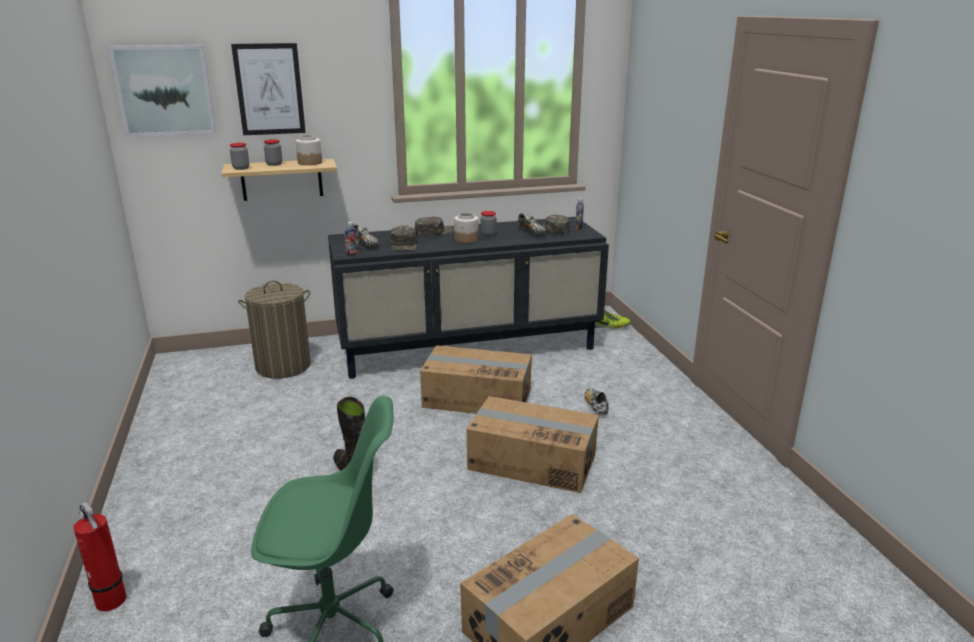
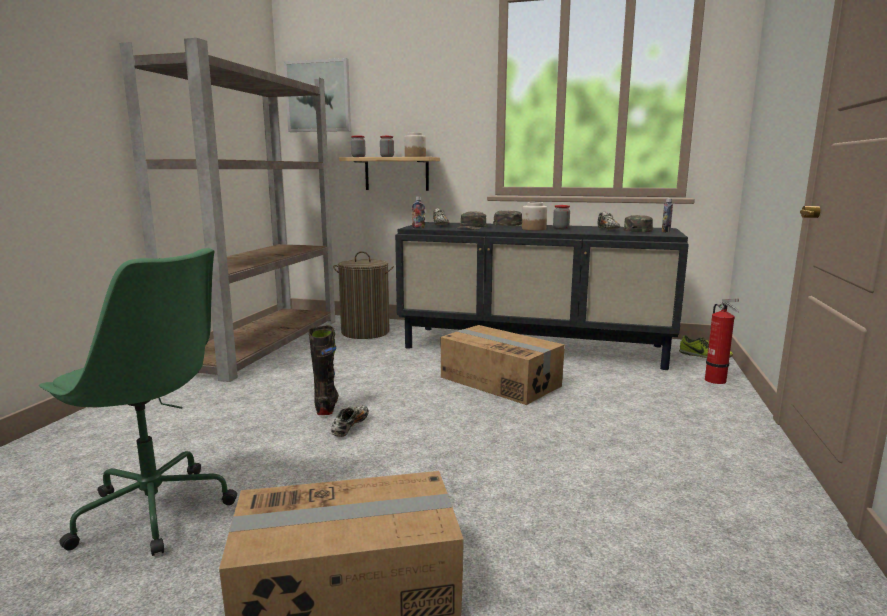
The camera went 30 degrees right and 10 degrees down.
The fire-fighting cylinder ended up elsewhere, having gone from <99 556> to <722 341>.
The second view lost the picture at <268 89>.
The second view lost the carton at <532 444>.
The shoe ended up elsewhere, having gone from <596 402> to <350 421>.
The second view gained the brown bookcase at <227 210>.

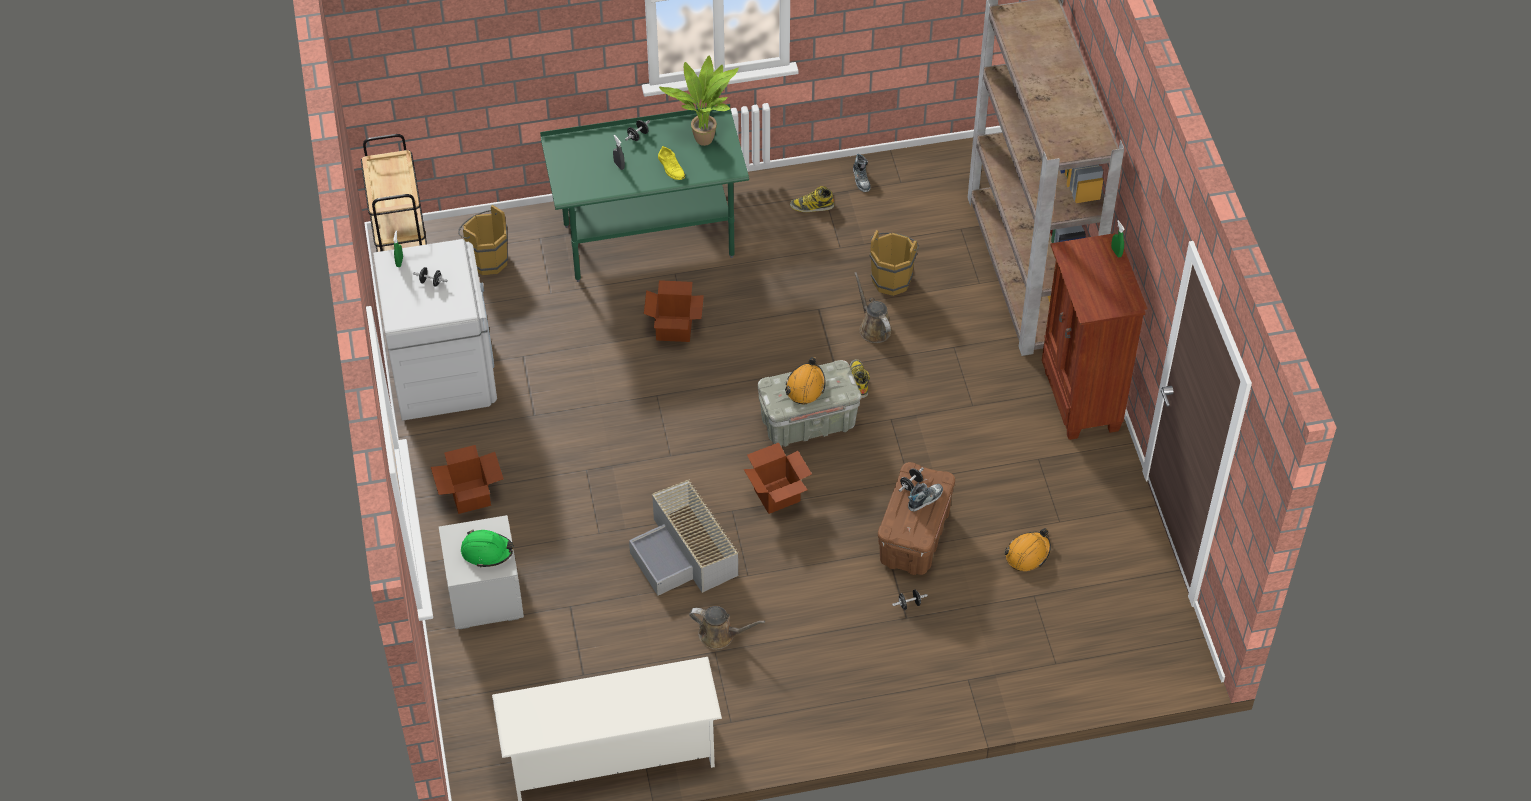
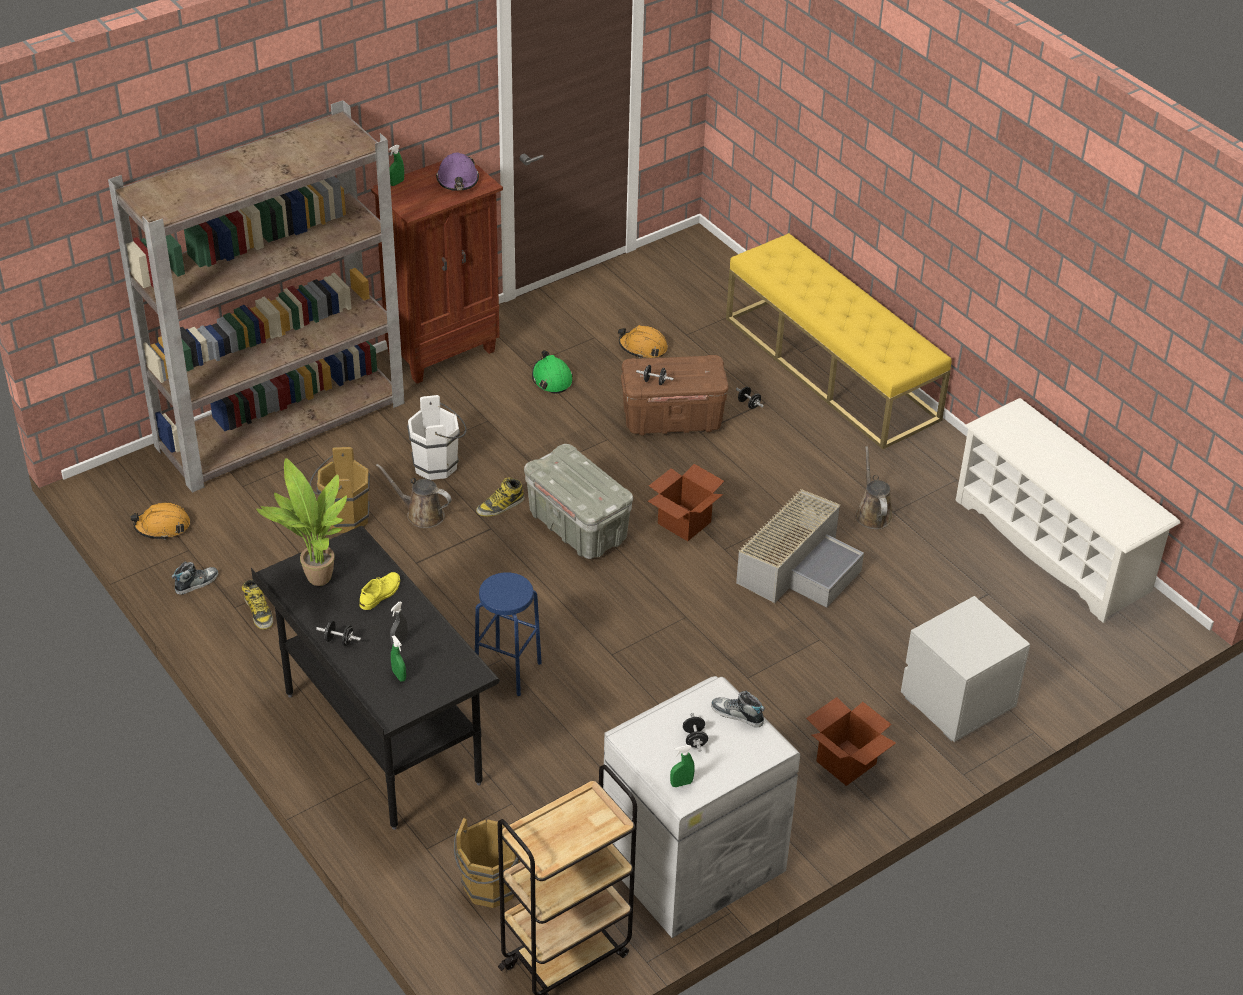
The camera went 115 degrees left and 10 degrees down.
The greenish safety helmet ended up elsewhere, having gone from <487 548> to <552 372>.
What was the greenish desk table at <644 193> turned into the blackish desk table at <375 678>.
Where the carton stood at <674 311>, the blue-coloured sitting stool came to stand at <508 634>.
The orange safety helmet ended up elsewhere, having gone from <805 380> to <160 521>.
The brown watering pot at <872 307> ended up facing another way, 75 degrees clockwise from before.
The shoe ended up elsewhere, having gone from <925 497> to <738 709>.
The second view gained the greenish spray bottle at <398 658>.
The second view gained the white water bucket at <437 437>.
The second view gained the purple safety helmet at <457 172>.
The second view gained the yellowish bench at <839 341>.

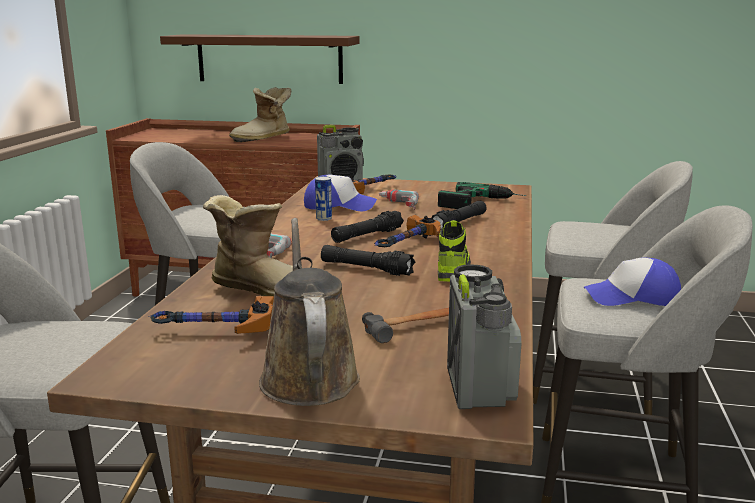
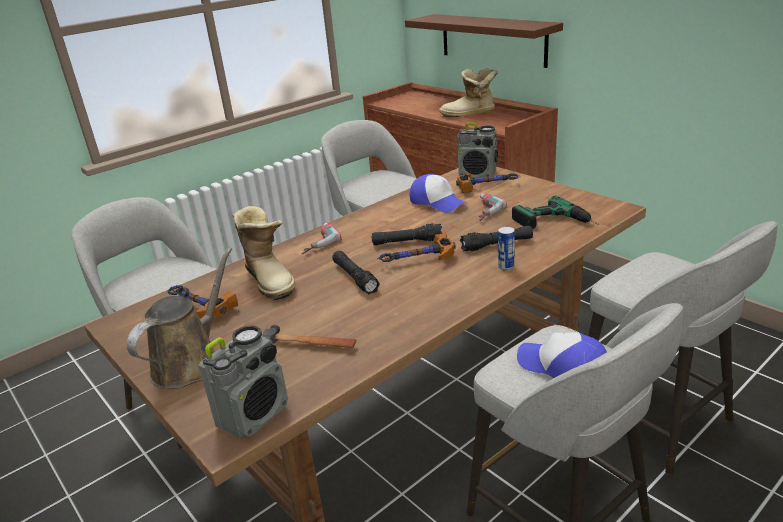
The camera went 40 degrees right and 10 degrees up.
The metal can ended up elsewhere, having gone from <323 198> to <506 248>.
The second view lost the shoe at <454 251>.

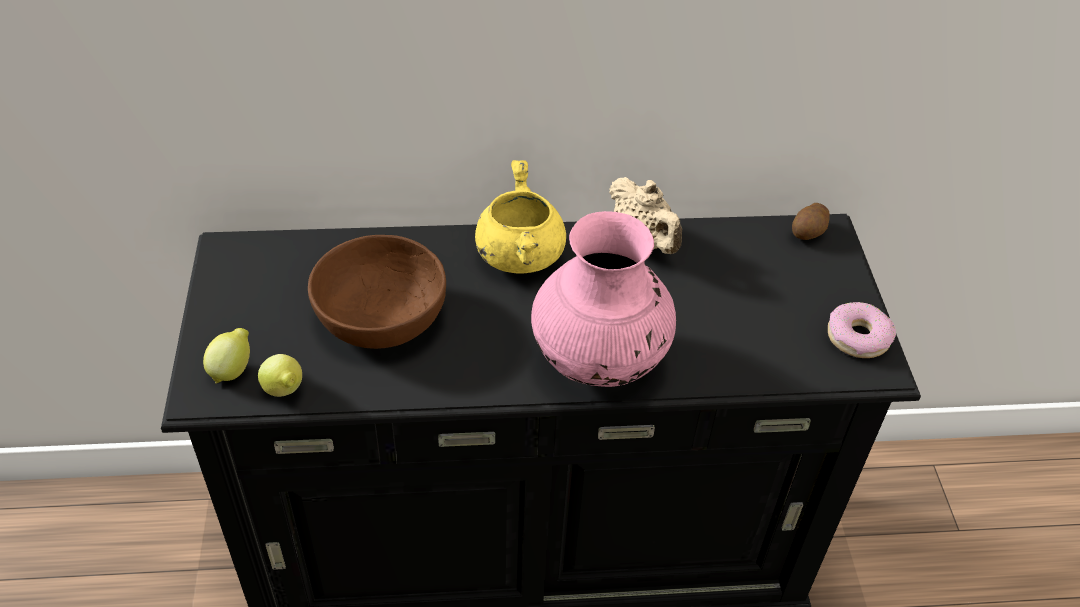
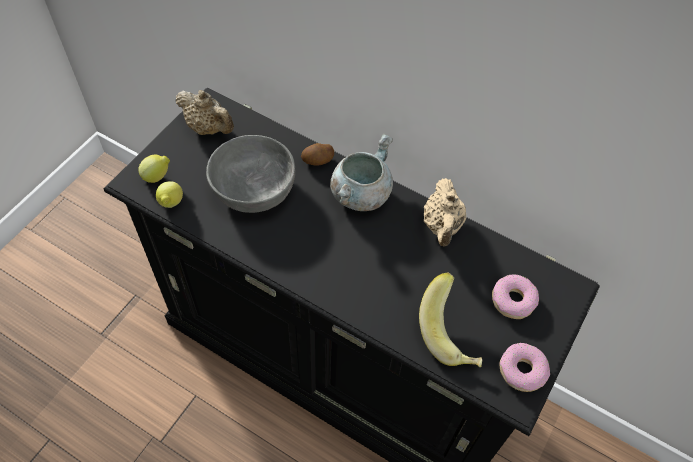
The camera went 35 degrees right and 10 degrees up.
What was the brown deep dish at <377 292> turned into the grey deep dish at <250 174>.
What was the yellowish stockpot at <520 216> turned into the grey stockpot at <361 172>.
The second view lost the pink-coloured decorative vase at <603 299>.
The potato ended up elsewhere, having gone from <811 221> to <317 154>.
The second view gained the beige-coloured pot for tea at <204 112>.
The second view gained the banana at <450 319>.
The second view gained the doughnut at <515 296>.

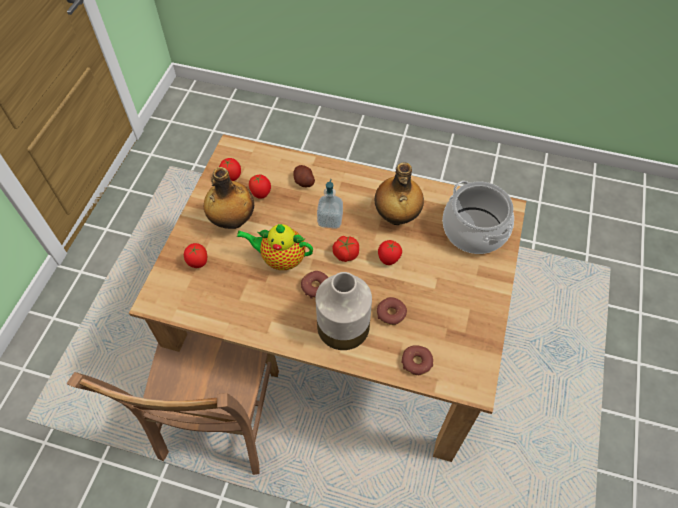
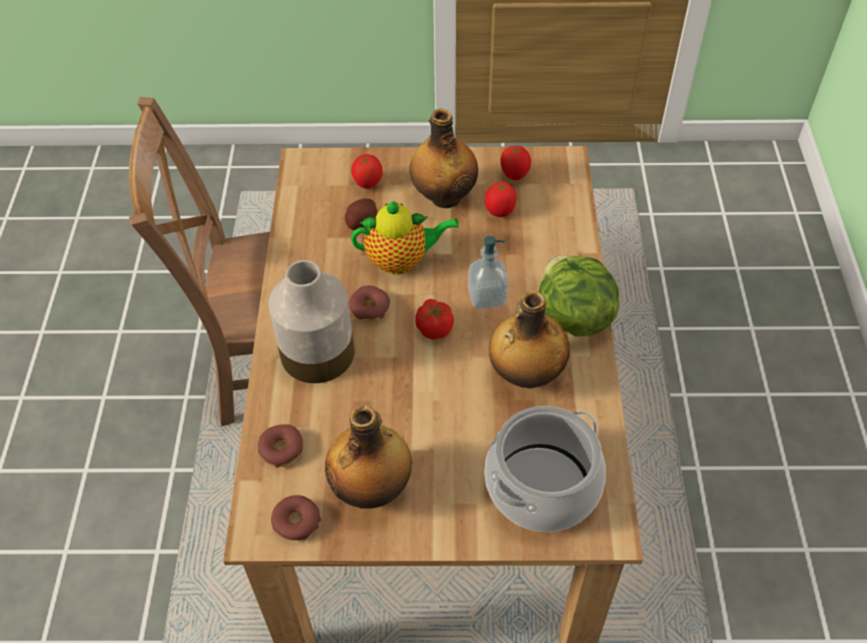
The camera went 75 degrees right and 5 degrees down.
The pot for tea at <275 247> ended up facing another way, 90 degrees clockwise from before.
The potato ended up elsewhere, having gone from <304 176> to <361 214>.
The doughnut ended up elsewhere, having gone from <392 311> to <296 518>.
The second view lost the whole tomato at <390 252>.
The second view gained the bottle at <368 457>.
The second view gained the lettuce head at <579 295>.

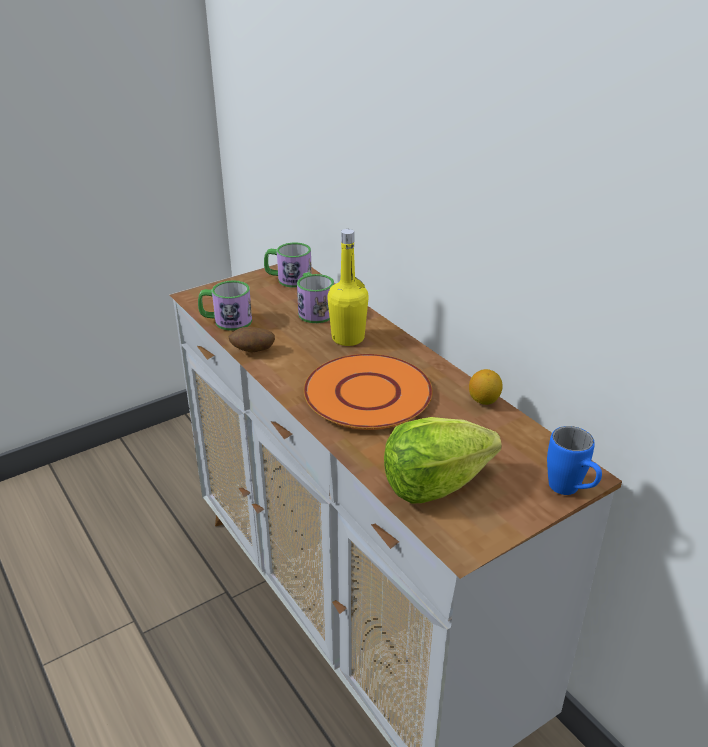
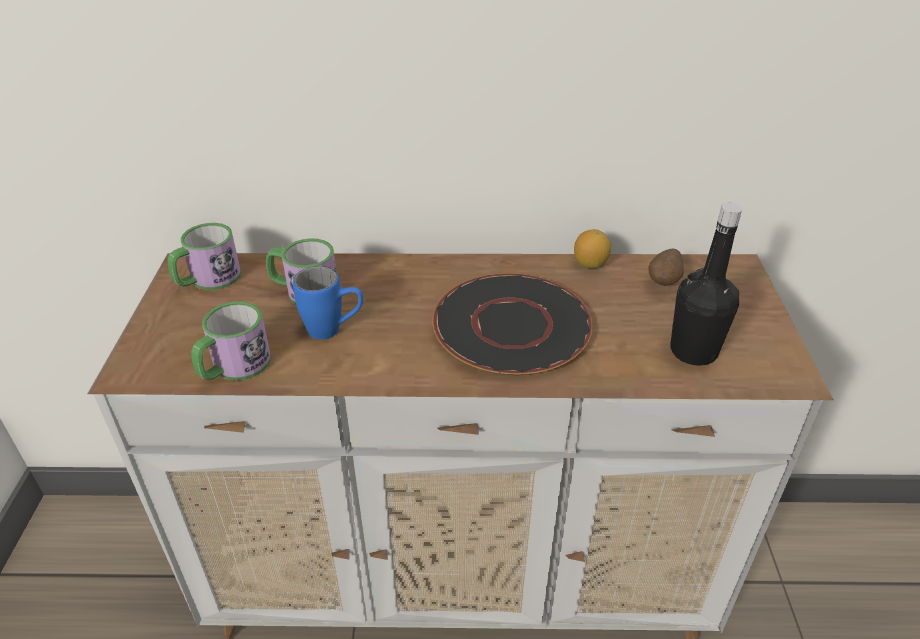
The camera went 55 degrees left and 5 degrees up.
The potato ended up elsewhere, having gone from <252 339> to <666 267>.
What was the orange plate at <368 392> turned into the blackish plate at <512 324>.
The second view lost the yellowish bottle at <348 287>.
Where the lettuce head stood at <443 460>, the blackish bottle came to stand at <706 284>.
The blue-coloured mug ended up elsewhere, having gone from <574 460> to <328 303>.

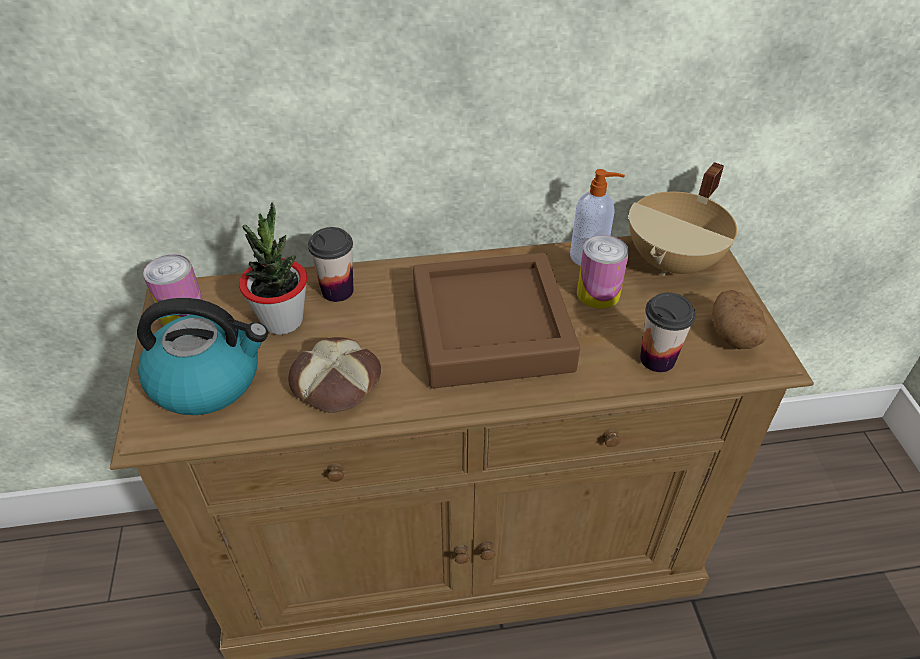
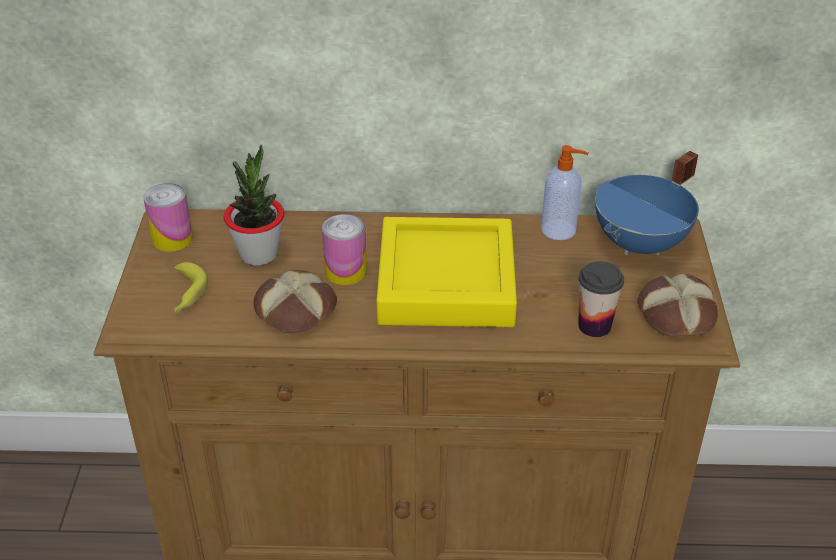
The camera went 10 degrees right and 5 degrees down.
Where the kettle stood at <202 356>, the banana came to stand at <191 287>.
The second view lost the cup at <331 264>.
What was the brown carrying tray at <496 320> turned into the yellowish carrying tray at <446 272>.
The metal can ended up elsewhere, having gone from <603 272> to <344 249>.
What was the beige-coloured stockpot at <683 219> turned into the blue-coloured stockpot at <647 203>.
Where the potato stood at <740 319>, the bakery bread came to stand at <677 305>.

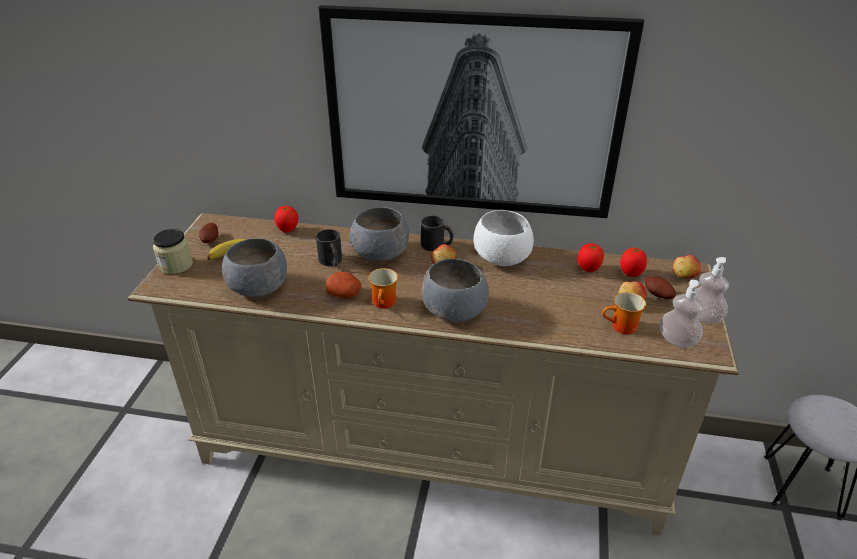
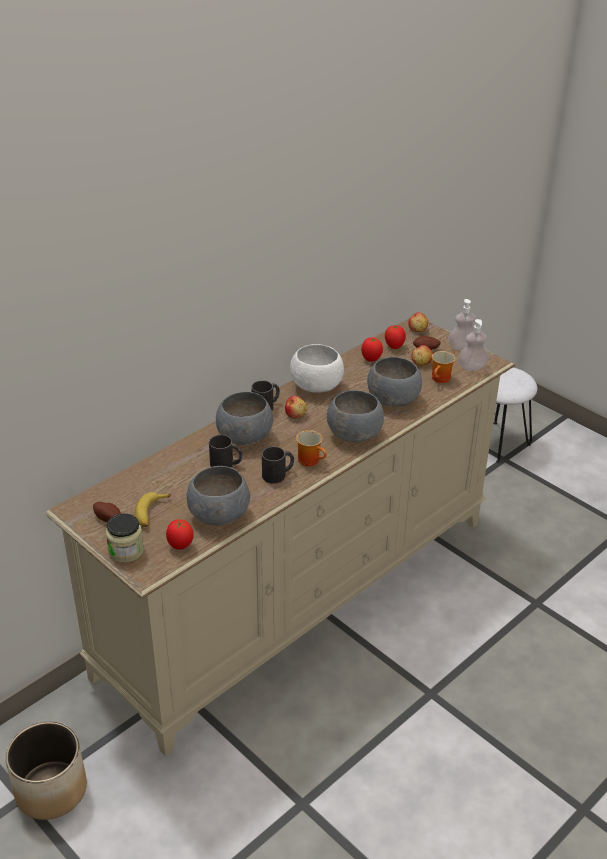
The camera went 55 degrees left and 0 degrees up.
The whole tomato ended up elsewhere, having gone from <286 219> to <180 534>.
The second view lost the picture at <481 111>.
Where the potato stood at <344 285>, the blackish mug came to stand at <278 464>.
The second view gained the flower pot at <46 771>.
The second view gained the grey deep dish at <394 381>.

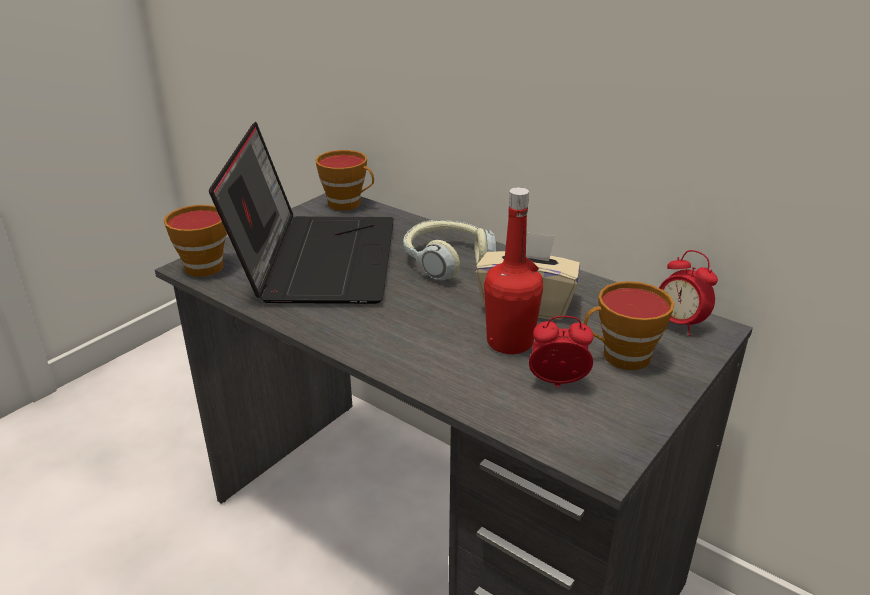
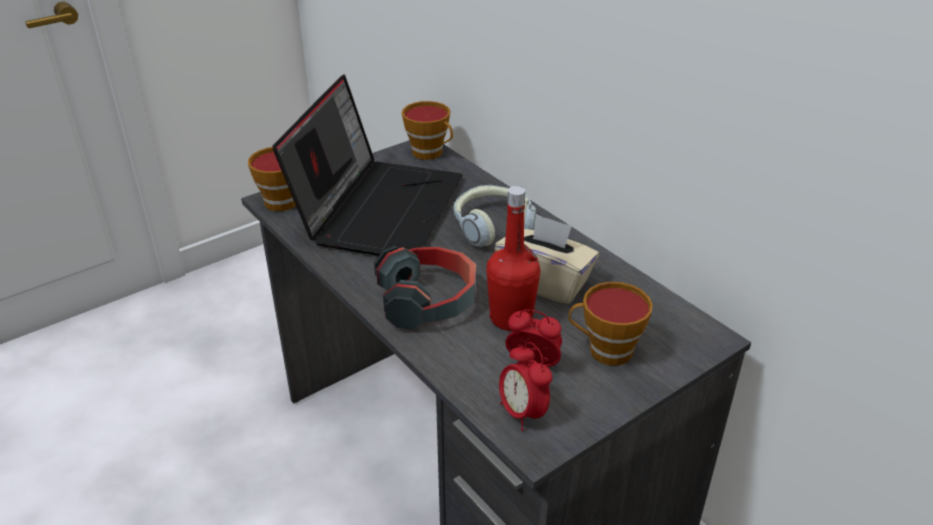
The camera went 15 degrees right and 5 degrees up.
The table clock ended up elsewhere, having gone from <688 293> to <525 386>.
The second view gained the headphones at <425 288>.

